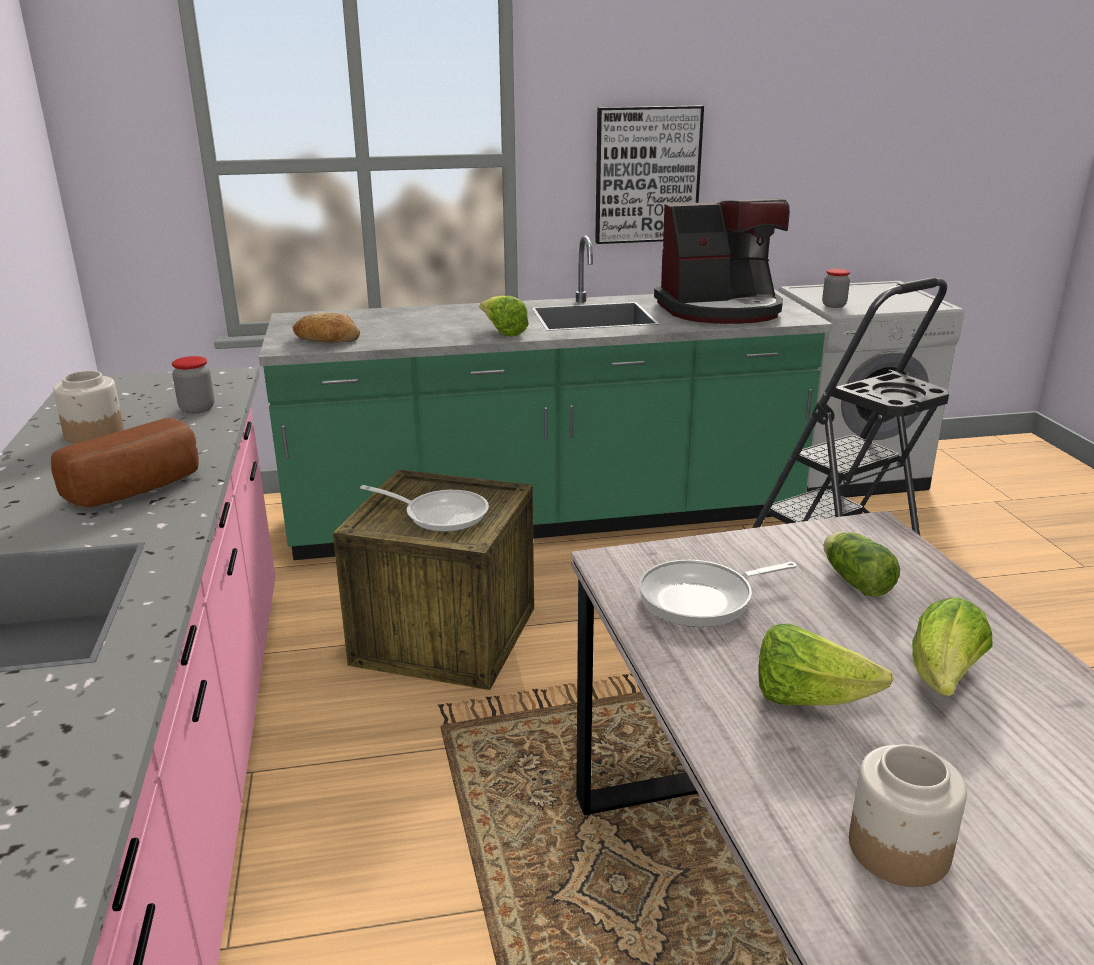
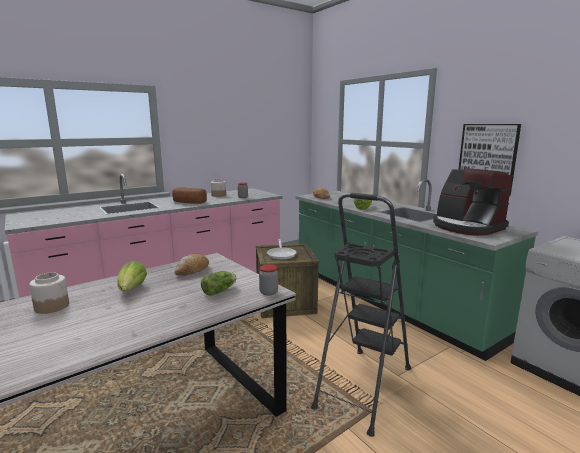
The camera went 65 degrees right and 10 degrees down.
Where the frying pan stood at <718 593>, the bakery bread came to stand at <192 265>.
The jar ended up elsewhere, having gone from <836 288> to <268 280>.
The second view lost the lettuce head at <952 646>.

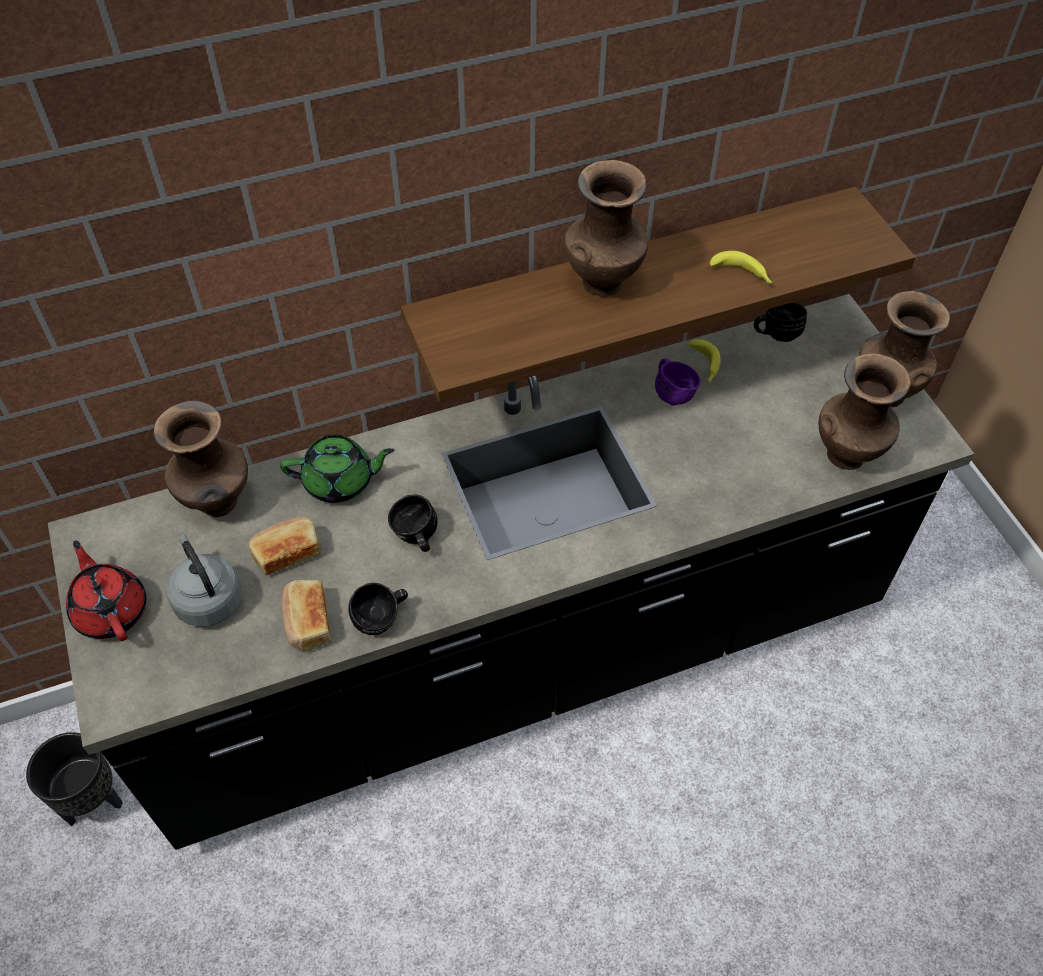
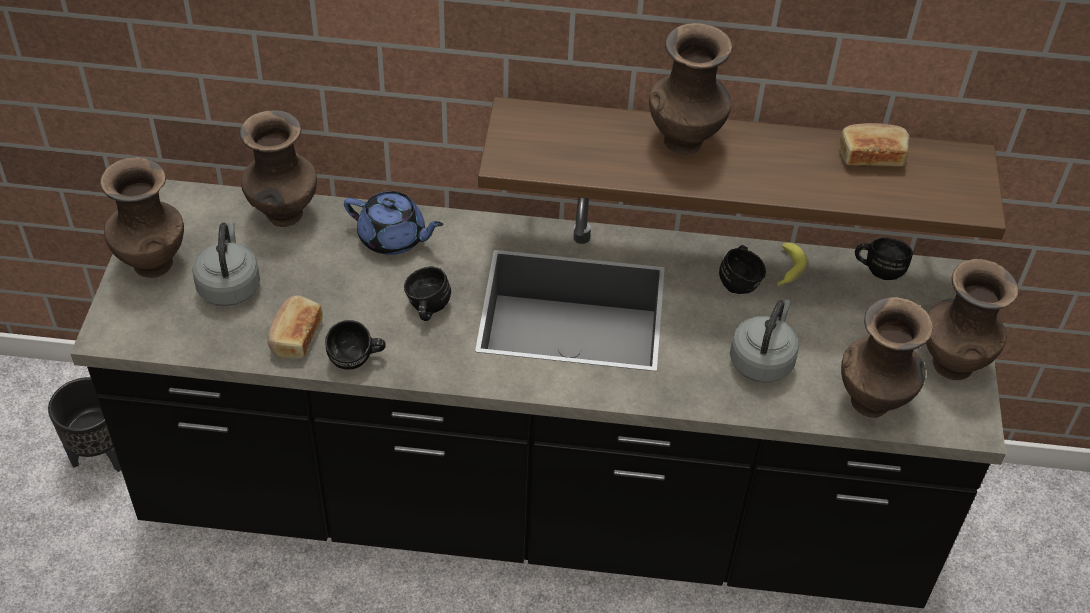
The camera went 25 degrees right and 5 degrees down.
Where the red pot for tea stood at <106 590>, the brown decorative vase came to stand at <142 217>.
The bakery bread ended up elsewhere, having gone from <285 546> to <874 144>.
What was the greenish pot for tea at <337 469> turned into the blue-coloured pot for tea at <394 223>.
What was the purple mug at <678 382> turned into the blackish mug at <742 269>.
The second view lost the banana at <740 267>.
The second view gained the grey kettle at <764 341>.

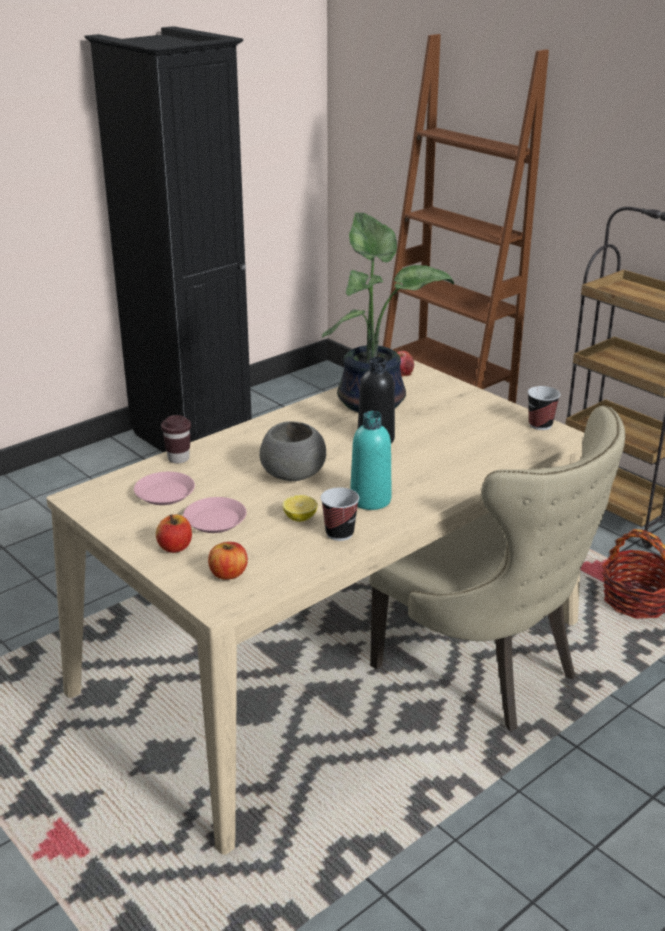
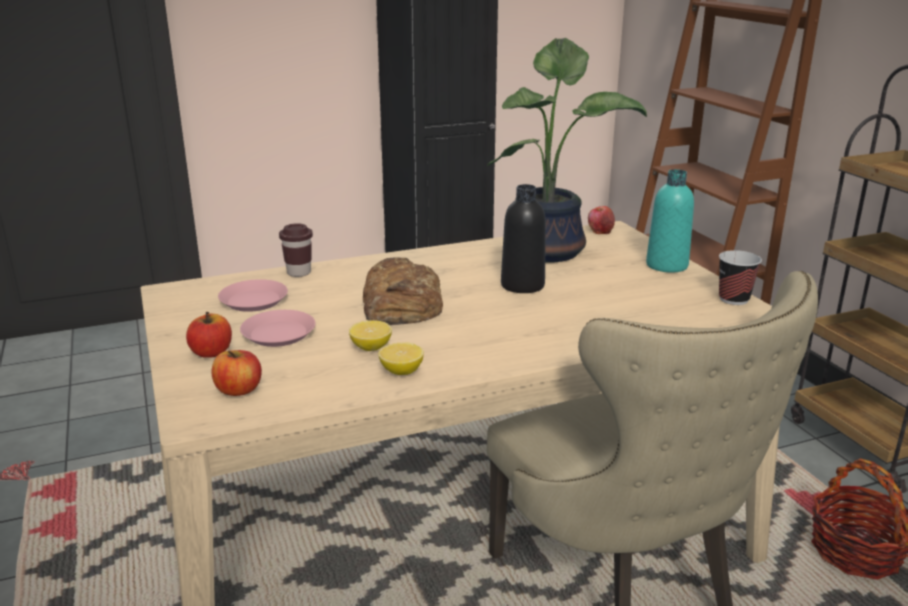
The camera went 20 degrees right and 5 degrees down.
Where the grey deep dish stood at <292 451>, the bakery bread came to stand at <403 291>.
Where the cup stood at <340 514>, the whole lemon came to stand at <401 358>.
The turquoise-coloured bottle ended up elsewhere, having gone from <371 460> to <670 221>.

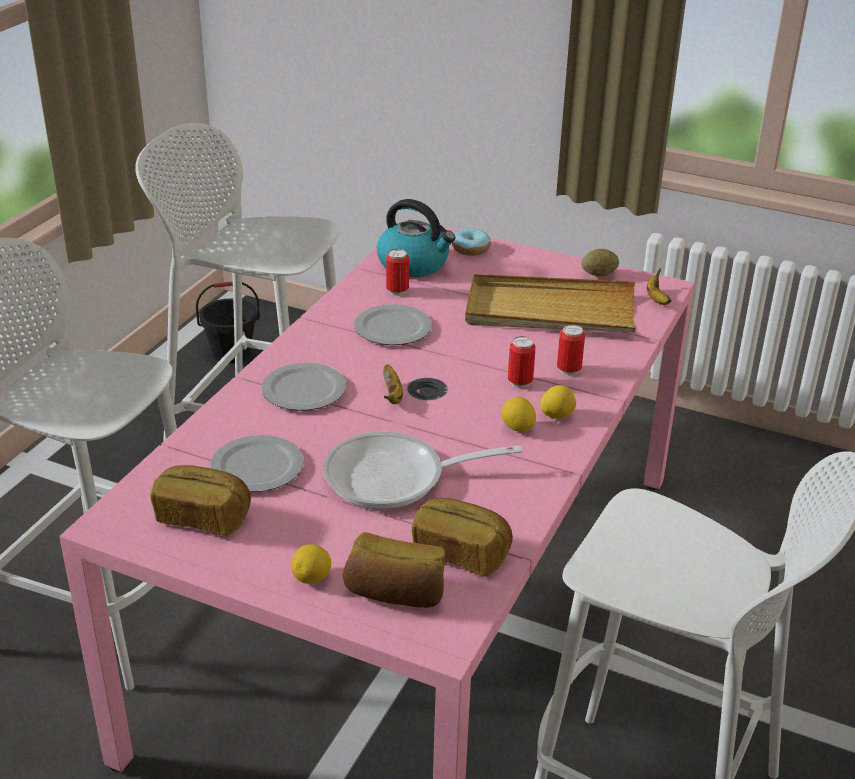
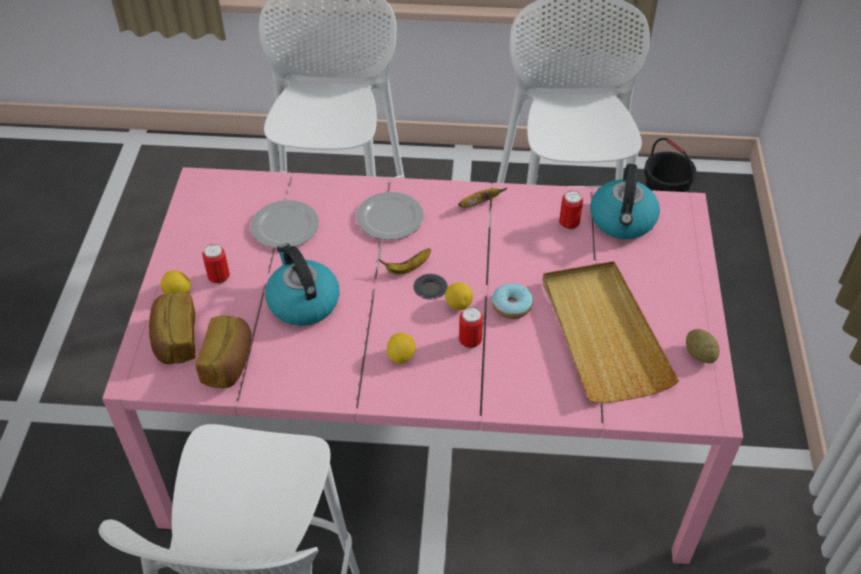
The camera went 70 degrees right and 15 degrees up.
The second view lost the bakery bread at <201 500>.
Where the frying pan stood at <423 470>, the kettle came to stand at <302 284>.
The second view lost the plate at <393 324>.
The doughnut ended up elsewhere, having gone from <471 242> to <512 301>.
The whole lemon ended up elsewhere, having gone from <558 402> to <459 296>.
The metal can ended up elsewhere, having gone from <571 350> to <216 264>.
The banana ended up elsewhere, having gone from <659 286> to <482 198>.

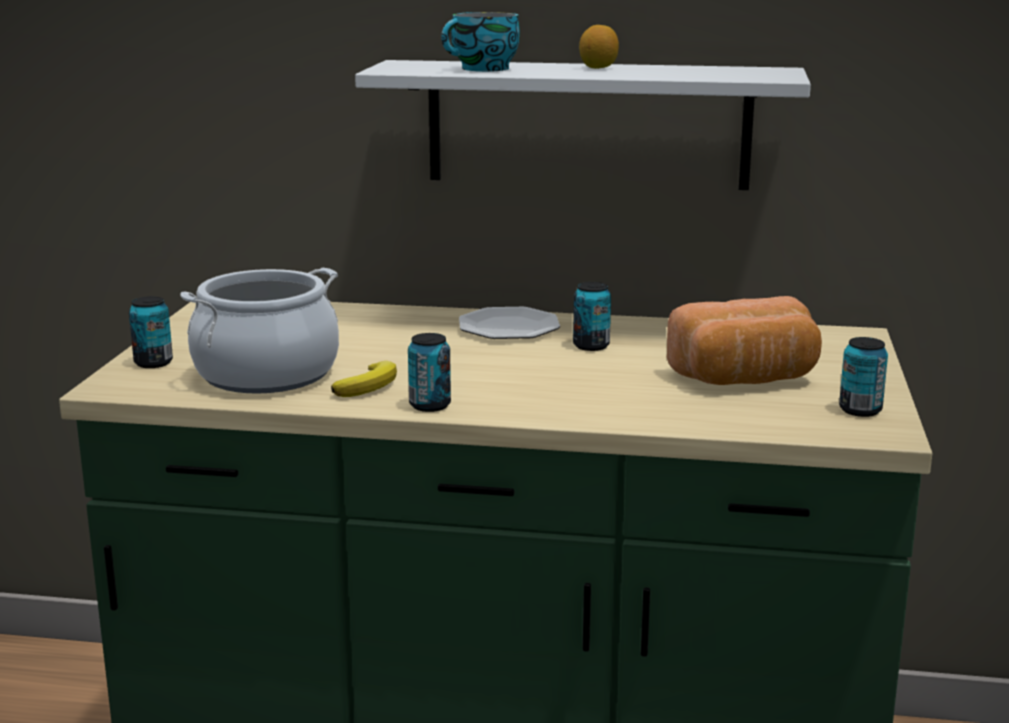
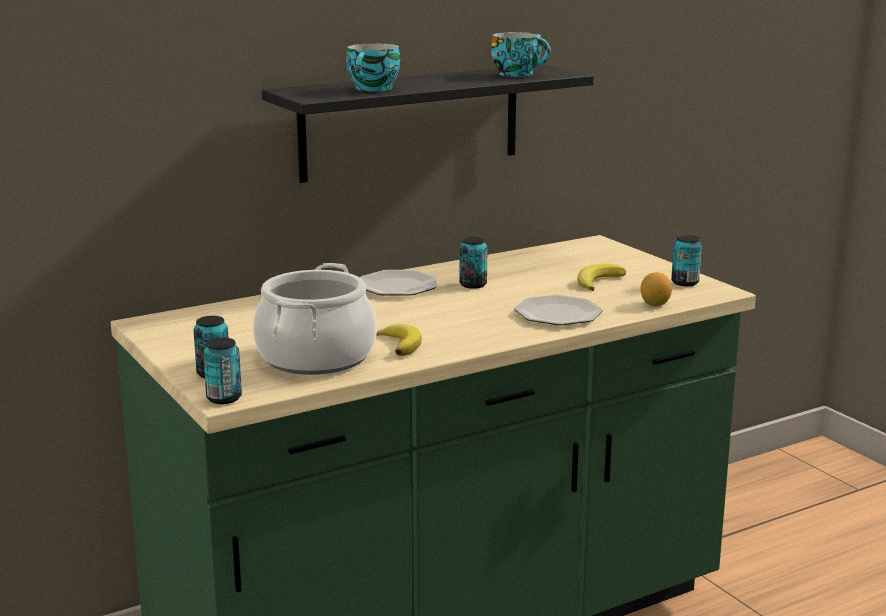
The camera went 40 degrees left and 0 degrees up.
What was the white bracket shelf at <583 125> turned into the blackish bracket shelf at <428 123>.
The metal can ended up elsewhere, having gone from <429 372> to <222 370>.
The whole lemon ended up elsewhere, having gone from <599 47> to <656 289>.
Where the bakery bread stood at <744 340>, the banana came to stand at <601 277>.
The second view gained the cup at <521 54>.
The second view gained the plate at <558 310>.

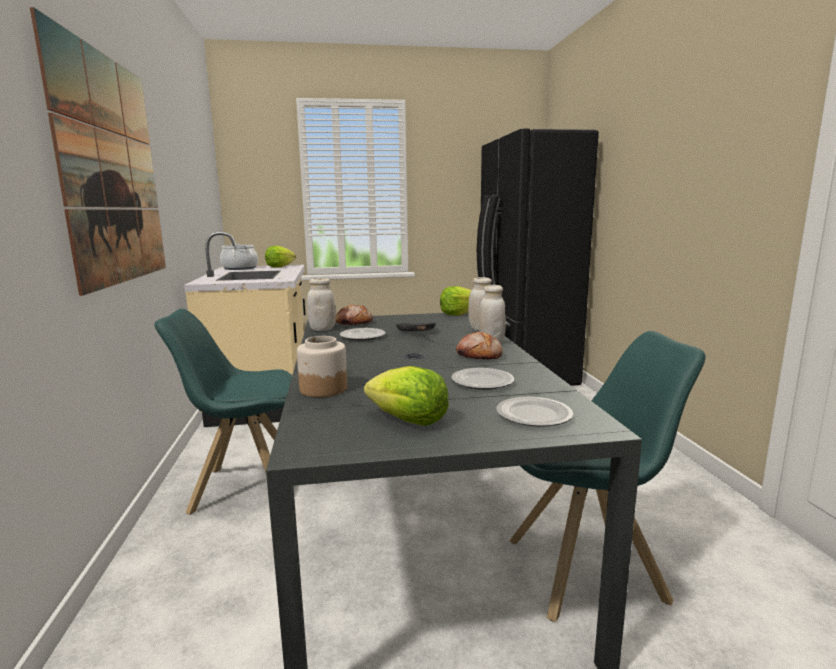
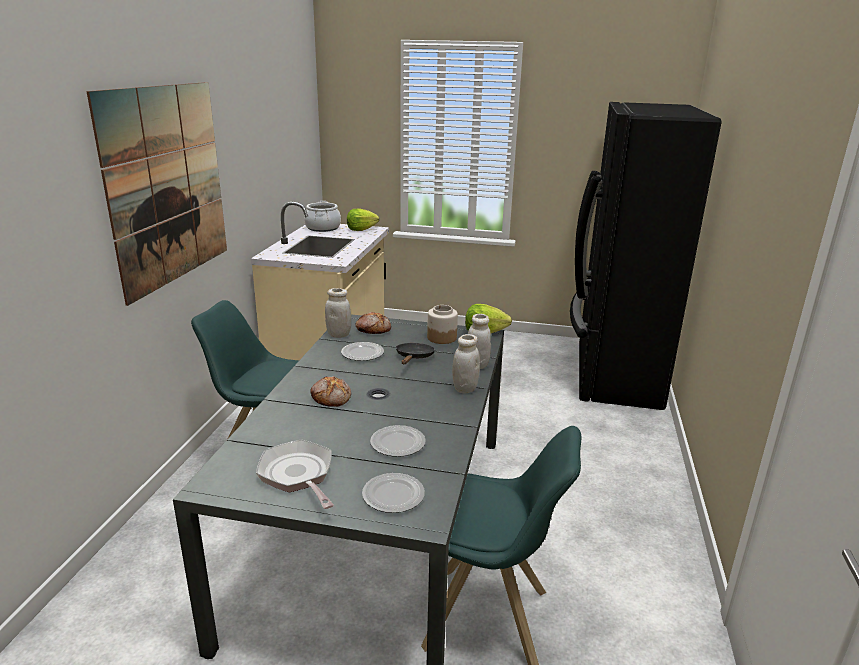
The camera went 20 degrees right and 10 degrees up.
The jar ended up elsewhere, having gone from <322 366> to <442 324>.
Where the lettuce head stood at <406 396>, the frying pan came to stand at <295 474>.
The bakery bread ended up elsewhere, having gone from <479 345> to <330 391>.

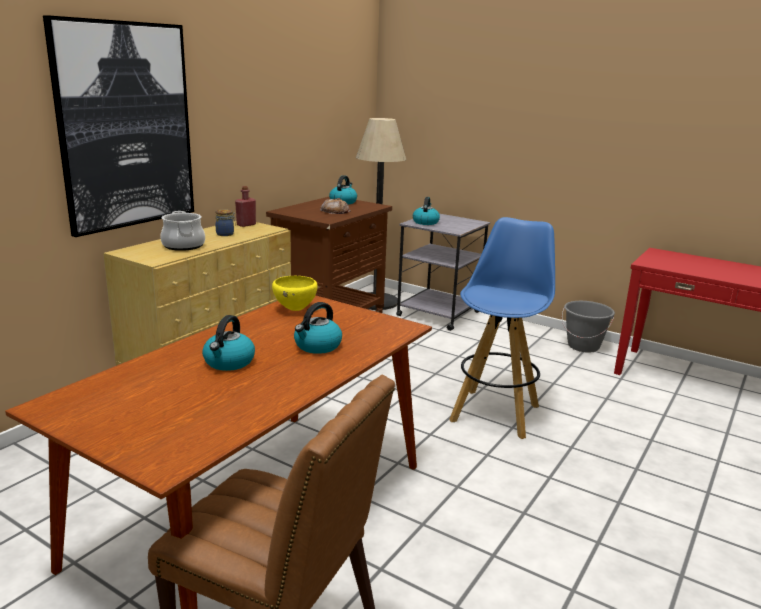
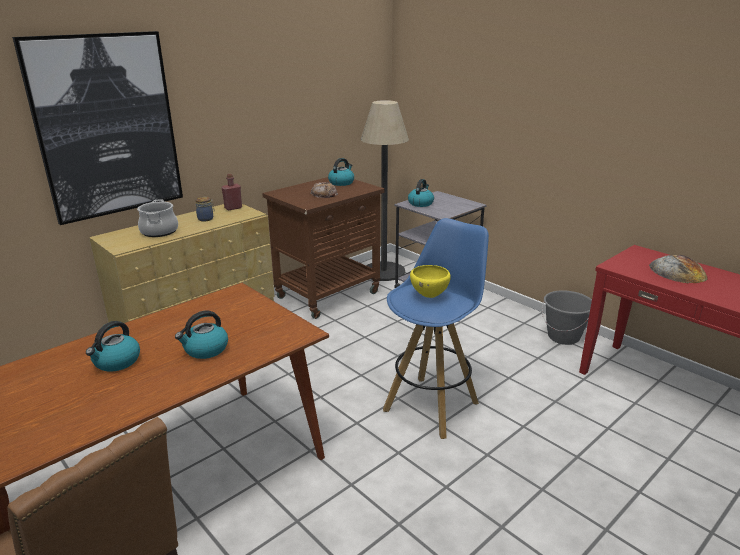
The camera went 15 degrees right and 5 degrees up.
The yellowish deep dish ended up elsewhere, having gone from <294 293> to <430 281>.
The second view gained the bakery bread at <678 269>.

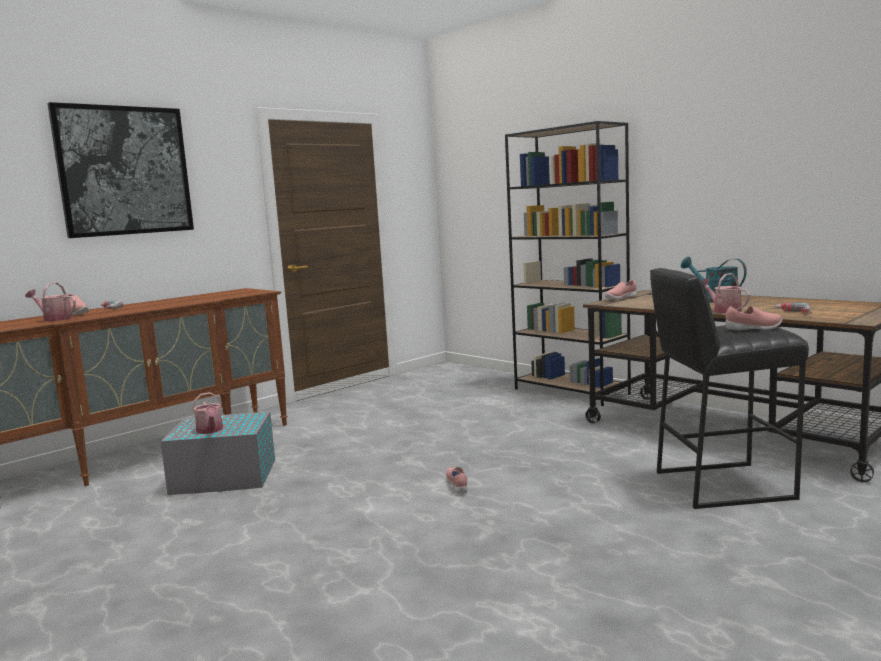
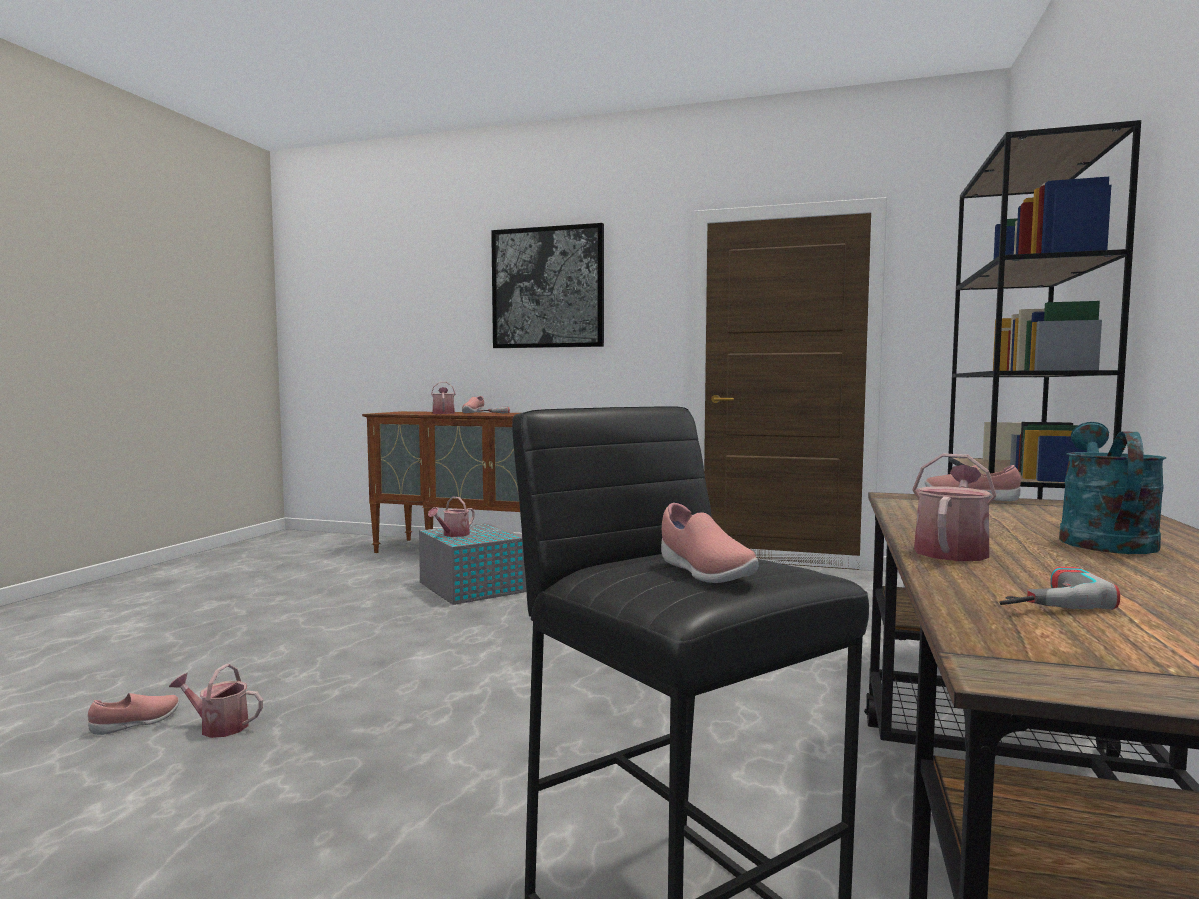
The camera went 60 degrees right and 5 degrees down.
The pink-coloured shoe ended up elsewhere, having gone from <457 480> to <133 714>.
The second view gained the watering pot at <216 701>.

